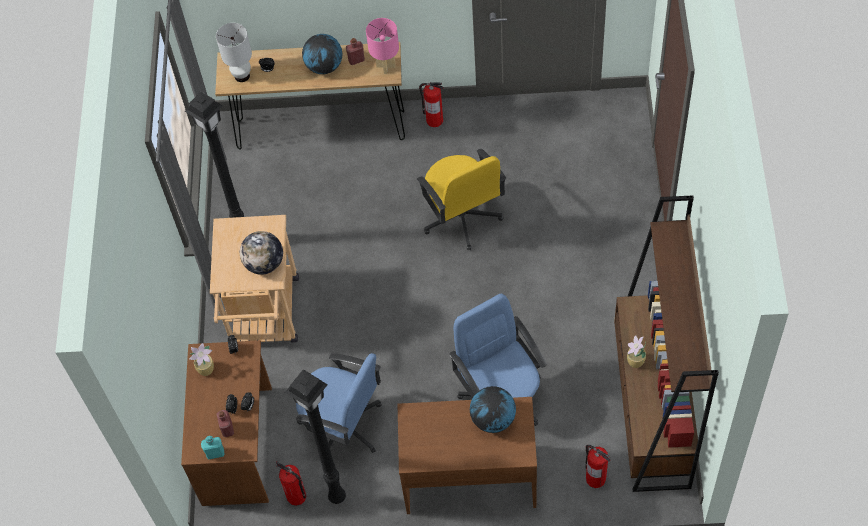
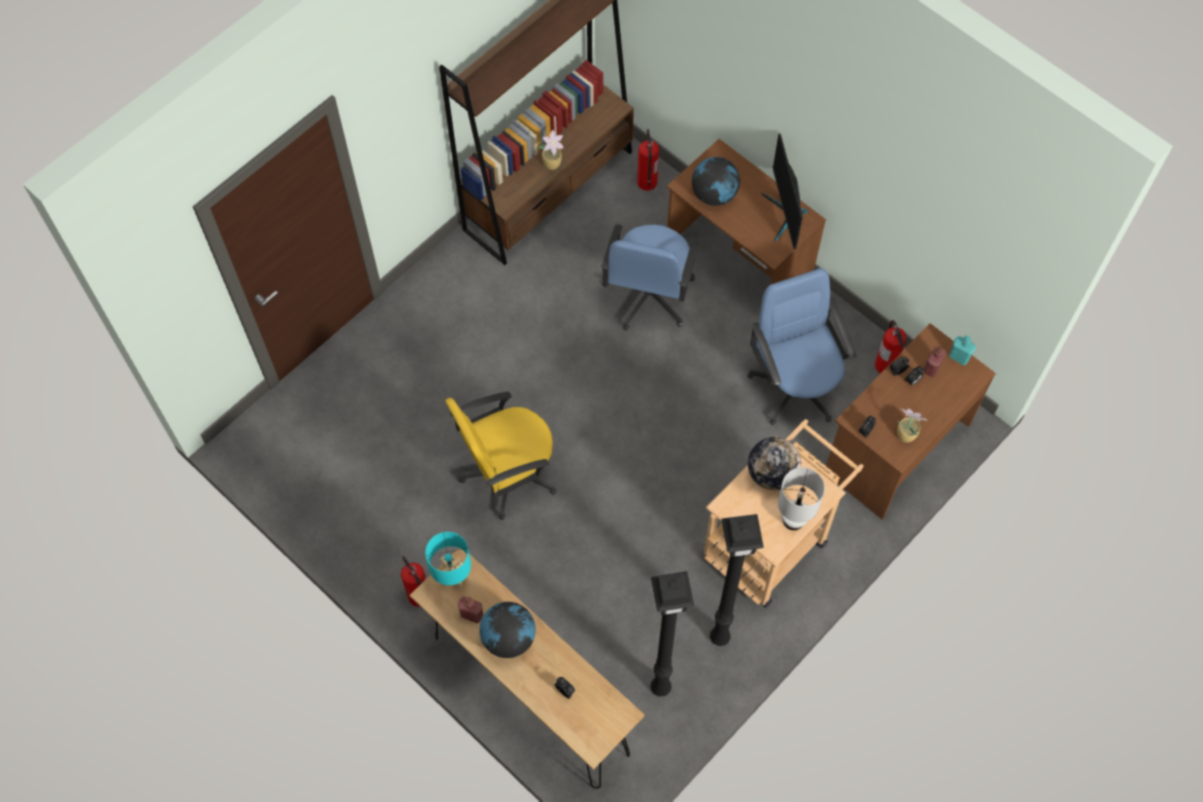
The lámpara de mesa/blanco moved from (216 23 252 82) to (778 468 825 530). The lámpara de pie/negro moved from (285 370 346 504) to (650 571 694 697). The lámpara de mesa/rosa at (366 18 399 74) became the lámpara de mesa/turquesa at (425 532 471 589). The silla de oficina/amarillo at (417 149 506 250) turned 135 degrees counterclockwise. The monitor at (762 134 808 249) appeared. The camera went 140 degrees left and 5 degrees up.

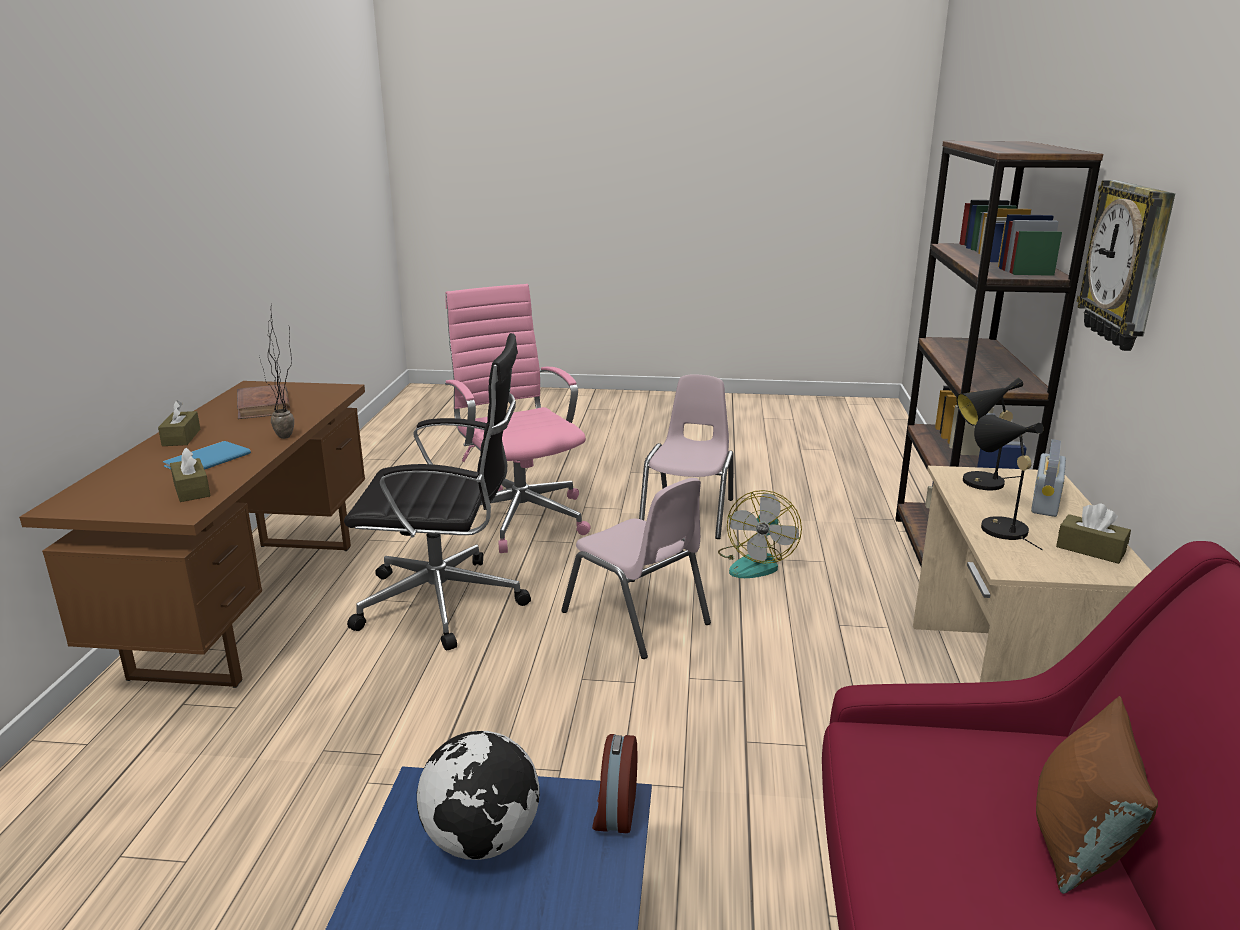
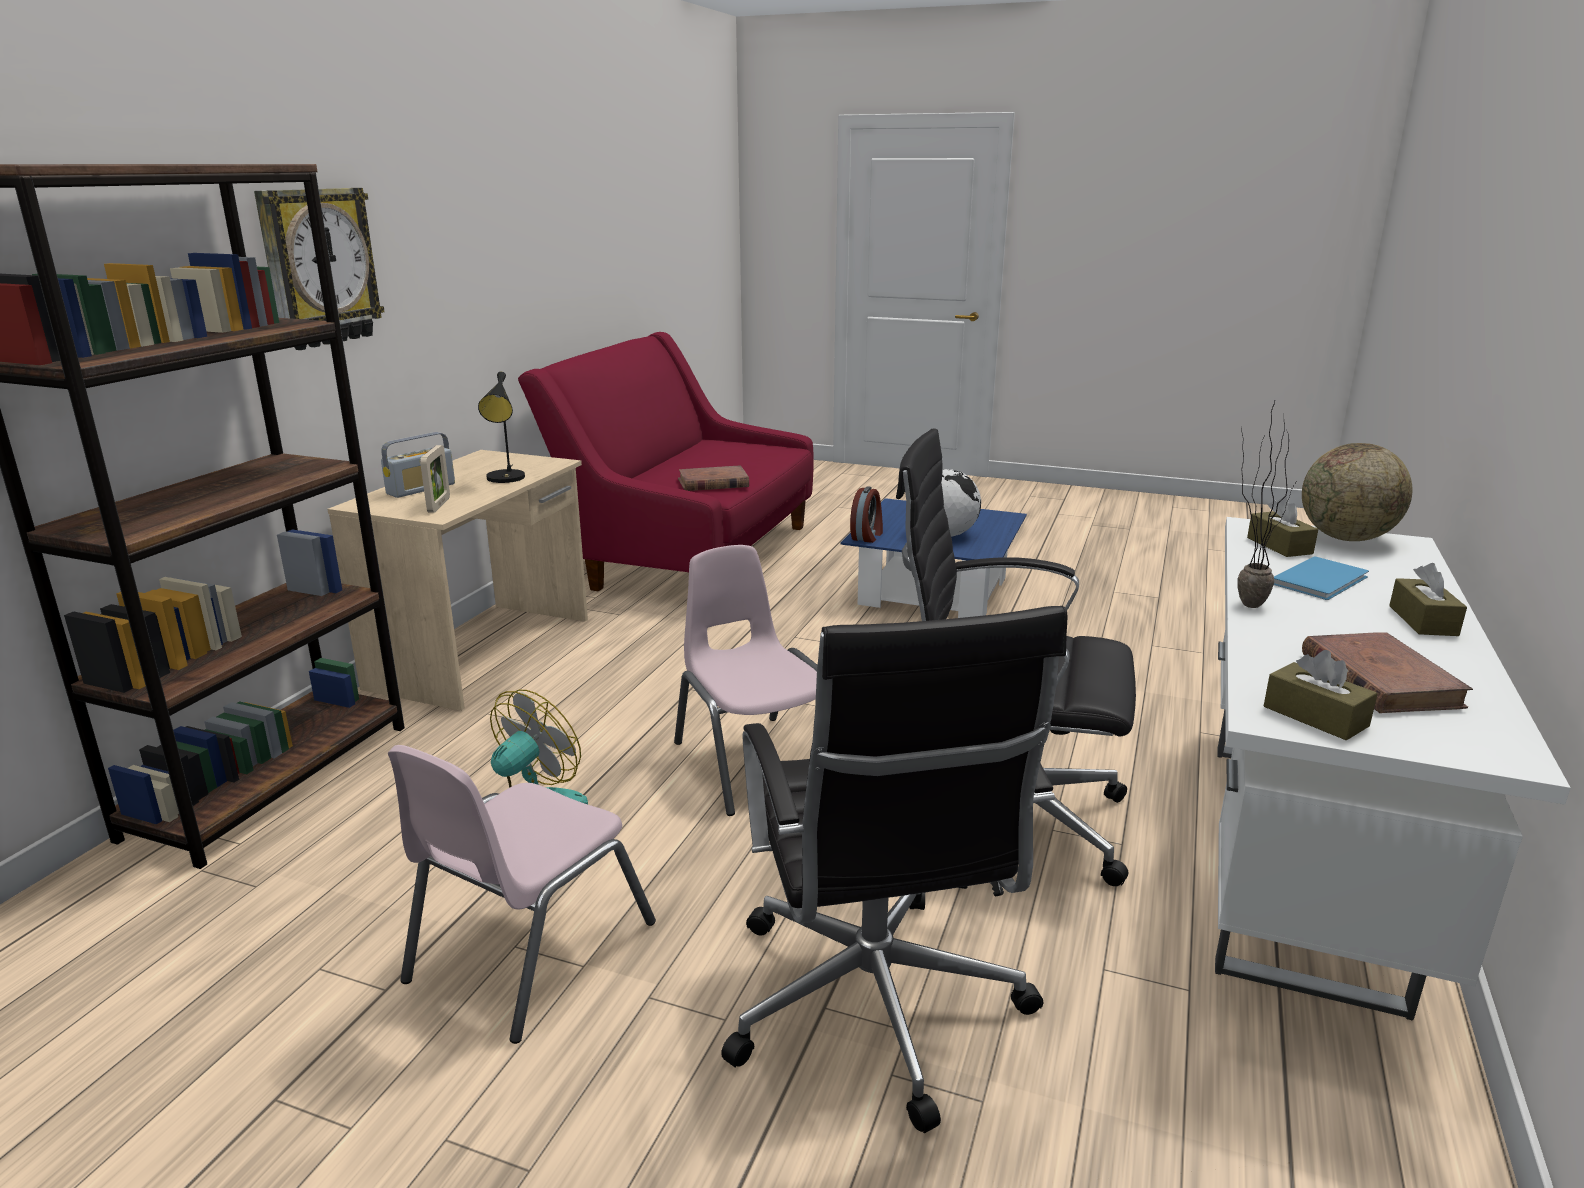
The escritorio/marrón at (19 381 365 688) became the escritorio/blanco at (1215 517 1571 1021). The silla de oficina/rosa at (445 284 591 553) became the silla de oficina/negro at (721 606 1068 1133). The lámpara de mesa/negro at (956 378 1023 491) was replaced by the portarretratos at (420 445 450 513). The cojín/marrón at (1036 696 1158 894) disappeared. The caja de pañuelos/marrón moved from (1056 503 1131 564) to (1264 650 1378 740). The libro/marrón at (678 465 749 491) appeared. The globo terráqueo at (1302 443 1412 541) appeared. The camera went 165 degrees left and 0 degrees up.

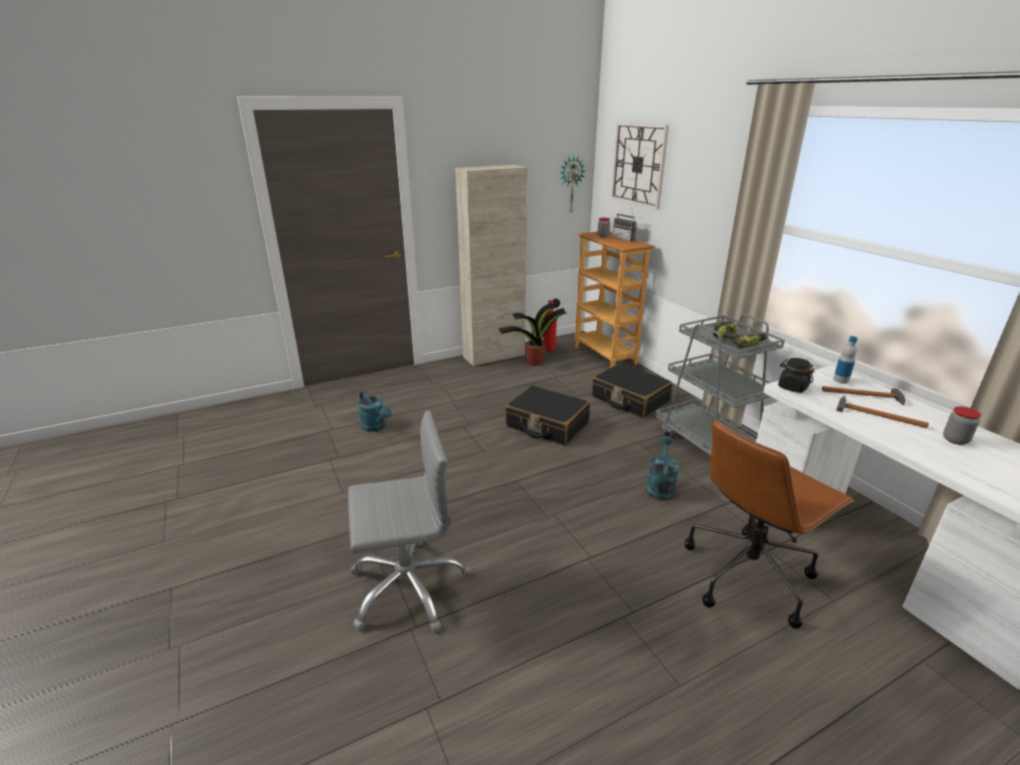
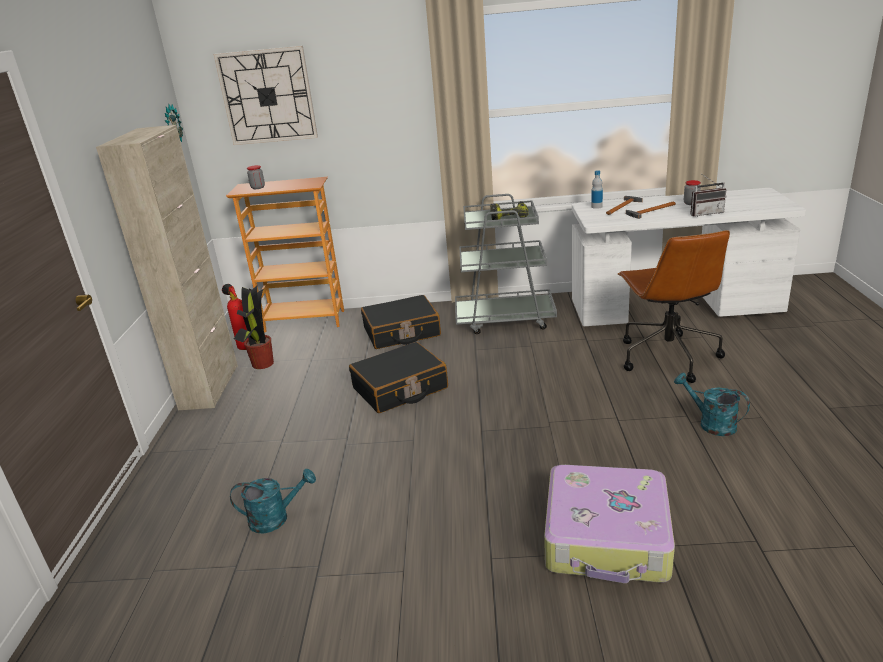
The silla de oficina/gris at (348 410 471 633) was replaced by the maleta at (544 465 675 583). The radio moved from (613 207 637 241) to (690 175 727 217). The regadera/turquesa moved from (645 437 679 500) to (674 373 750 436). The tarro/negro at (778 358 815 393) disappeared. The camera went 60 degrees left and 0 degrees up.

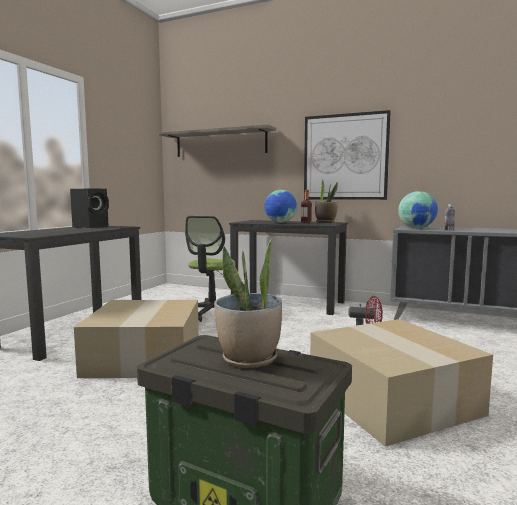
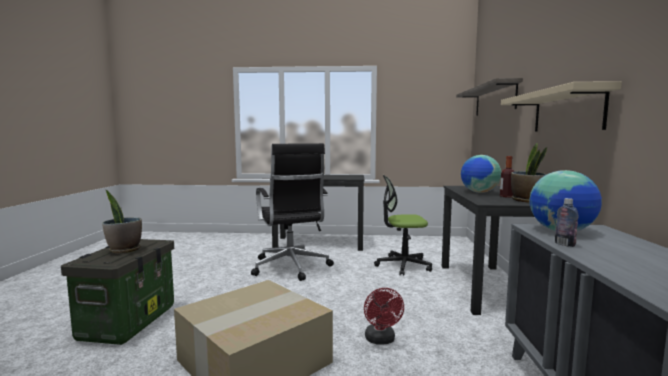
The altavoz/negro at (70 188 109 228) disappeared. The caja de cartón at (74 300 199 378) was replaced by the silla de oficina/negro at (251 143 334 281). The cuadro at (304 110 391 200) was replaced by the estante/beis at (501 81 622 132). The camera went 70 degrees right and 0 degrees up.

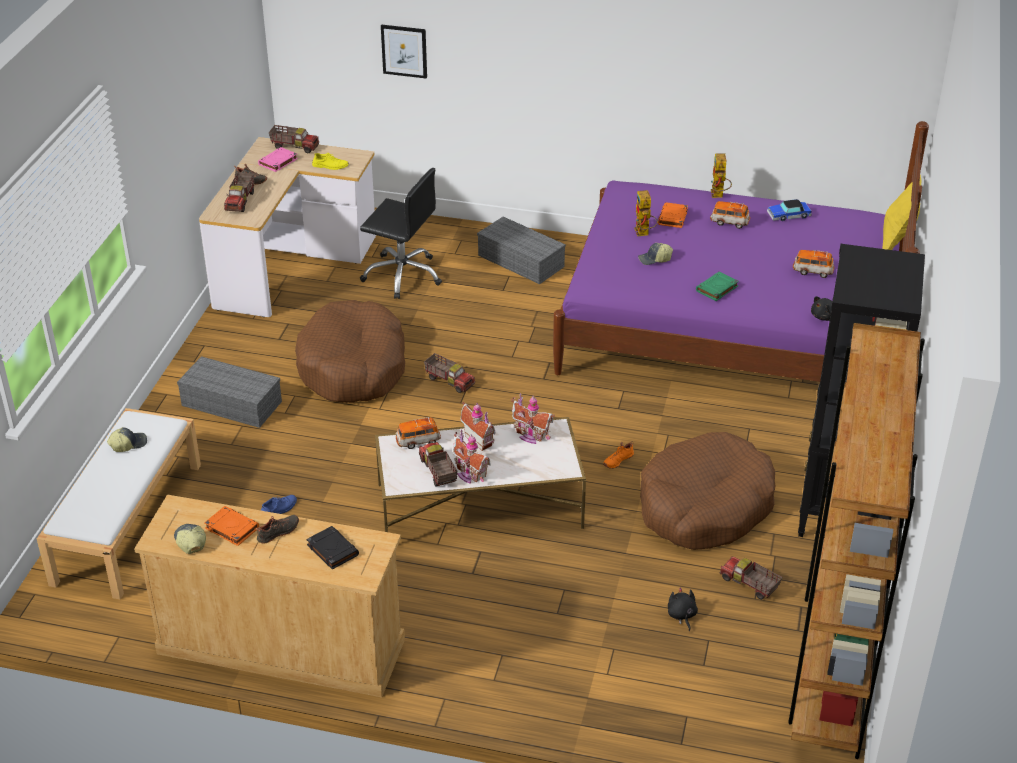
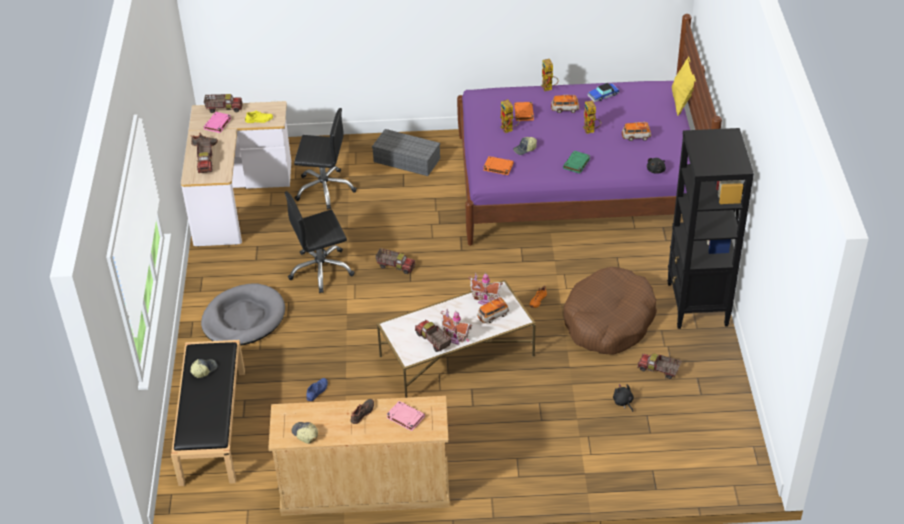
The banco/blanco at (37 408 201 600) became the banco/negro at (171 340 245 486). The caja de almacenaje/gris at (177 356 282 428) was replaced by the cama para perro/gris at (201 283 285 346). The libro/naranja moved from (204 506 259 546) to (483 156 513 175). The cama para perro/marrón at (295 300 405 403) was replaced by the silla de oficina/negro at (285 191 355 293). The libro/negro at (306 526 359 570) became the libro/rosa at (386 401 425 431). The cuadro at (381 25 427 79) disappeared. The coche de juguete moved from (396 417 441 449) to (477 297 509 323). The casita at (461 402 495 451) disappeared. The estantería/marrón at (788 323 925 759) disappeared. The robot de juguete at (583 100 601 134) appeared. The camera went 15 degrees left and 5 degrees up.

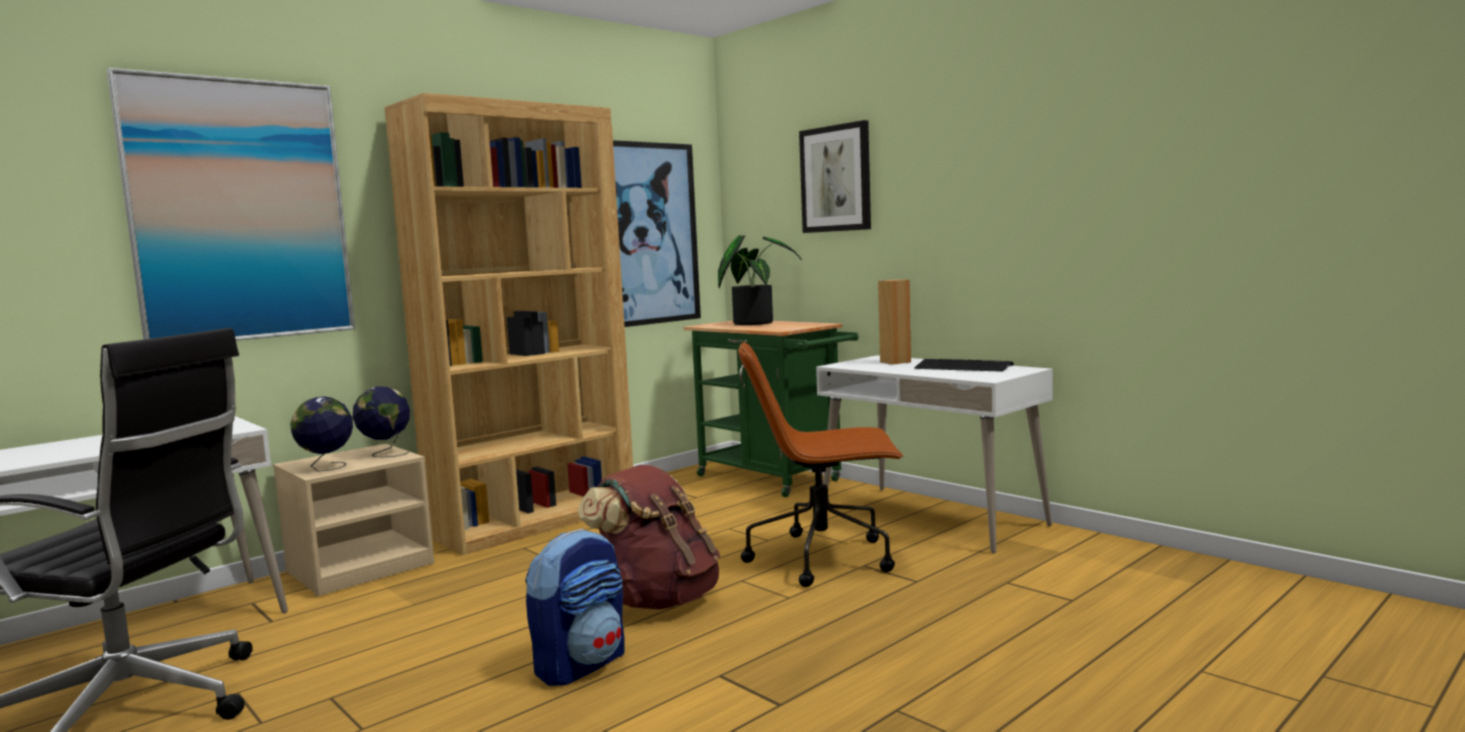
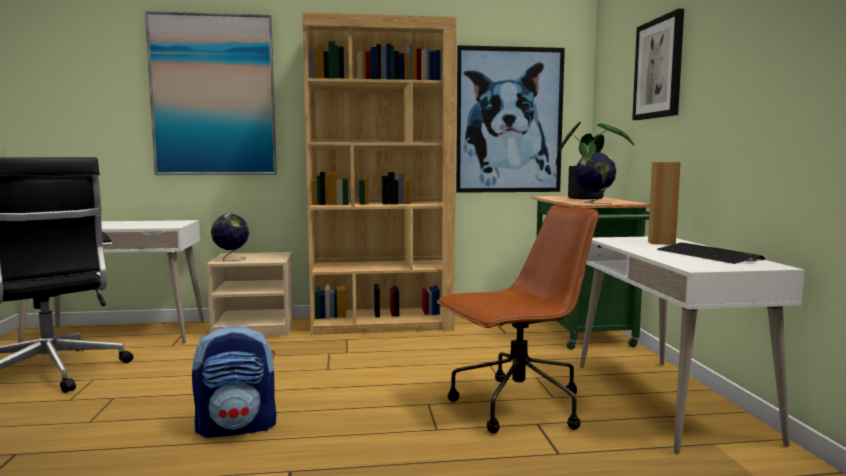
The globo terráqueo moved from (353 386 410 457) to (575 152 616 204). The mochila/marrón at (578 465 720 610) disappeared. The silla de oficina/marrón at (738 342 904 587) turned 120 degrees clockwise. The camera went 35 degrees right and 0 degrees up.

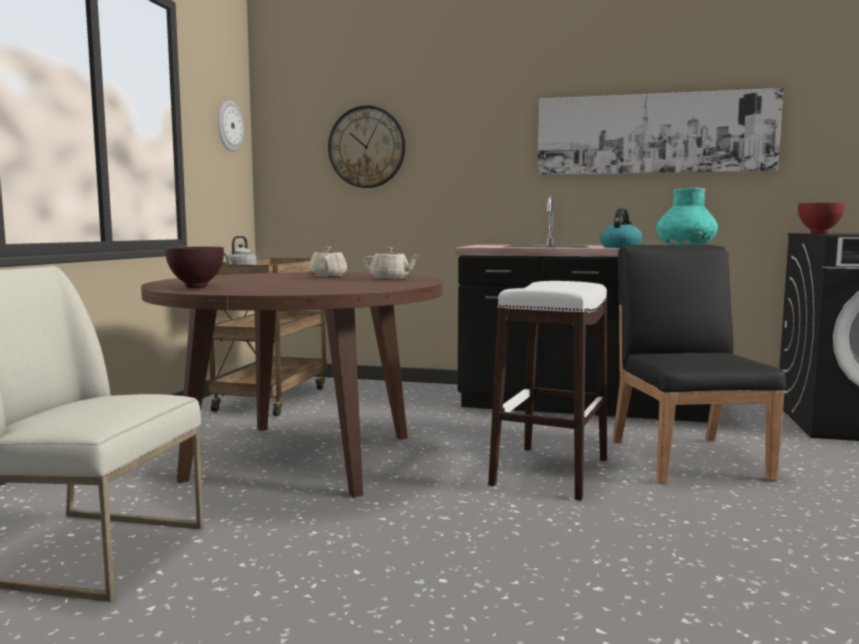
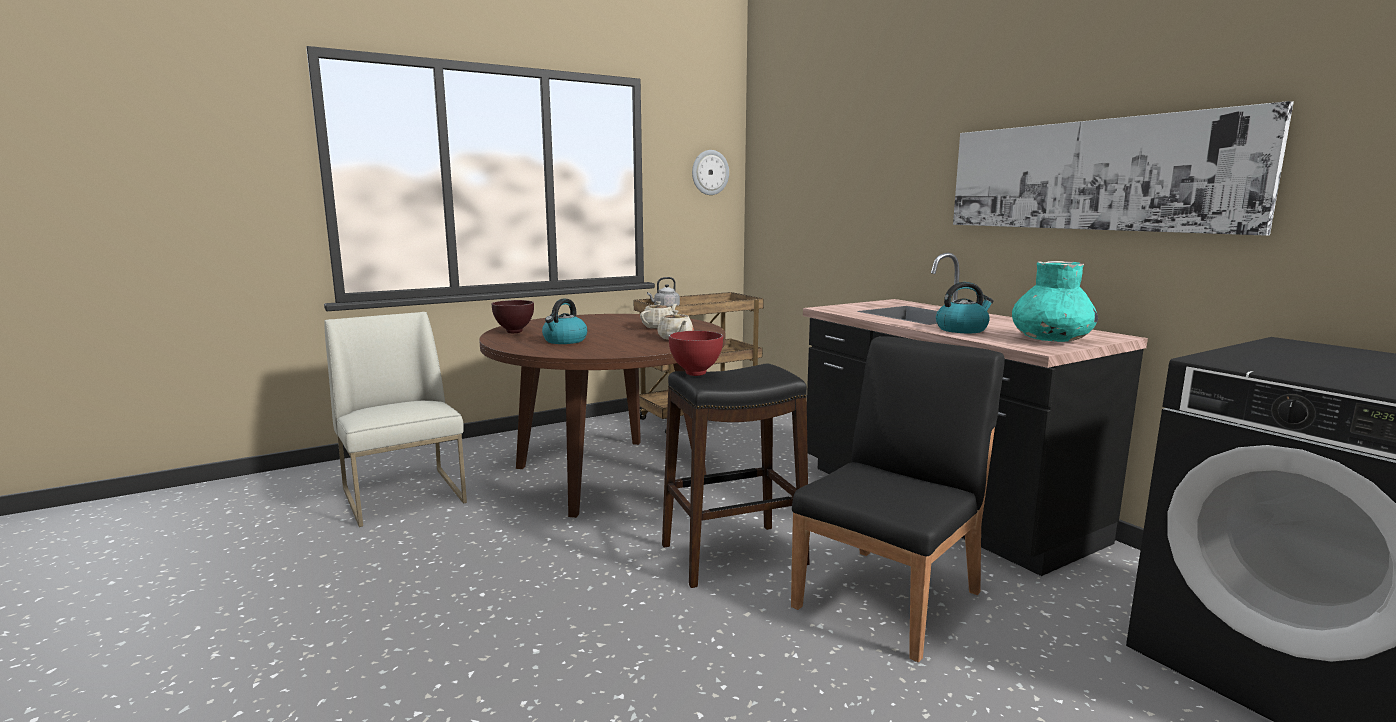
The reloj de pared at (328 105 406 188) disappeared. The taburete/blanco at (488 281 607 501) became the taburete/negro at (662 364 809 588). The cuenco/rojo moved from (798 202 845 233) to (669 331 723 376). The hervidor at (542 299 587 344) appeared. The camera went 45 degrees right and 5 degrees up.

